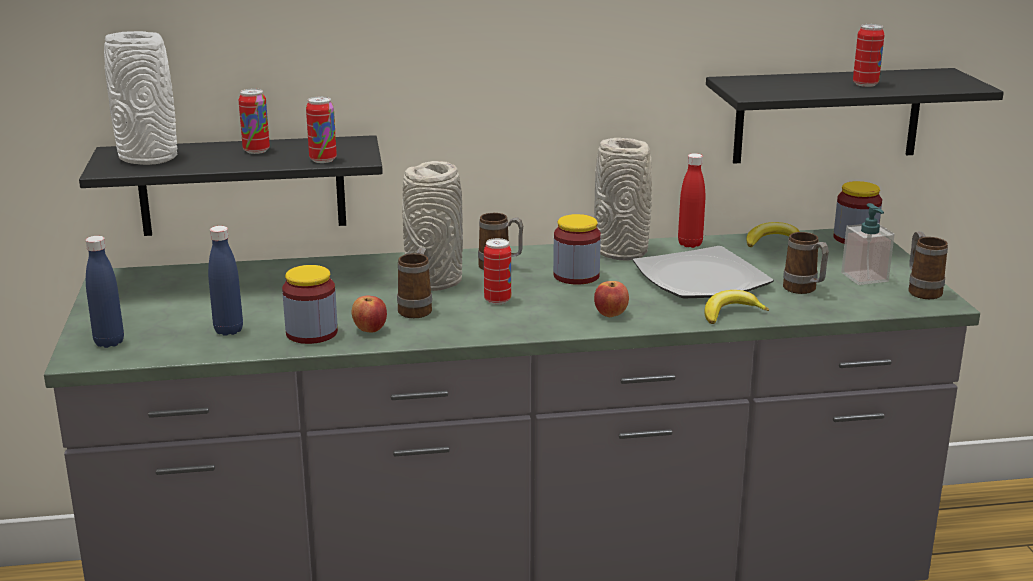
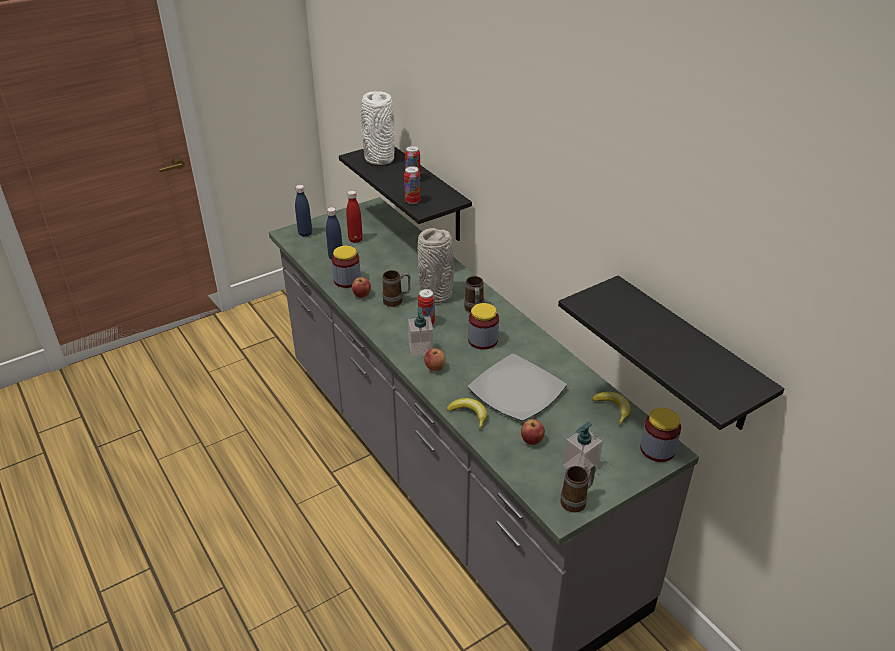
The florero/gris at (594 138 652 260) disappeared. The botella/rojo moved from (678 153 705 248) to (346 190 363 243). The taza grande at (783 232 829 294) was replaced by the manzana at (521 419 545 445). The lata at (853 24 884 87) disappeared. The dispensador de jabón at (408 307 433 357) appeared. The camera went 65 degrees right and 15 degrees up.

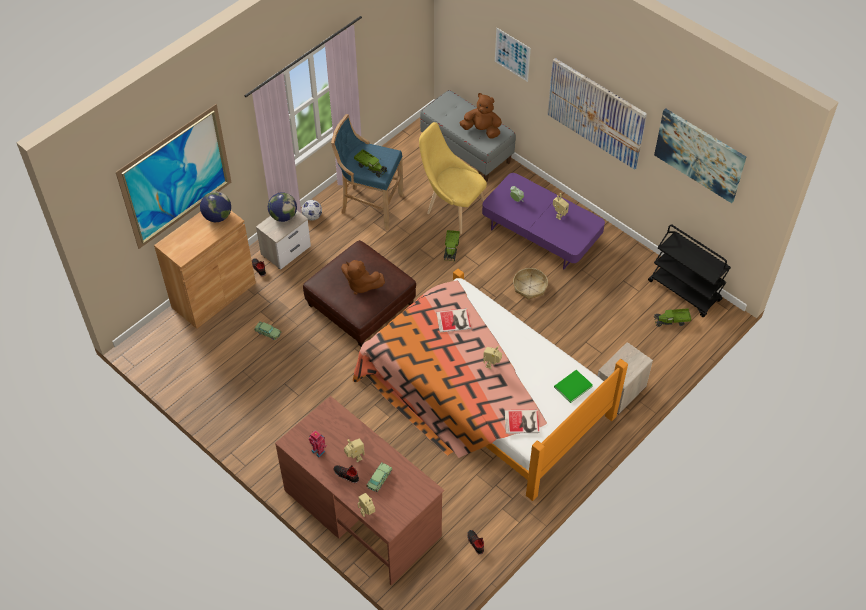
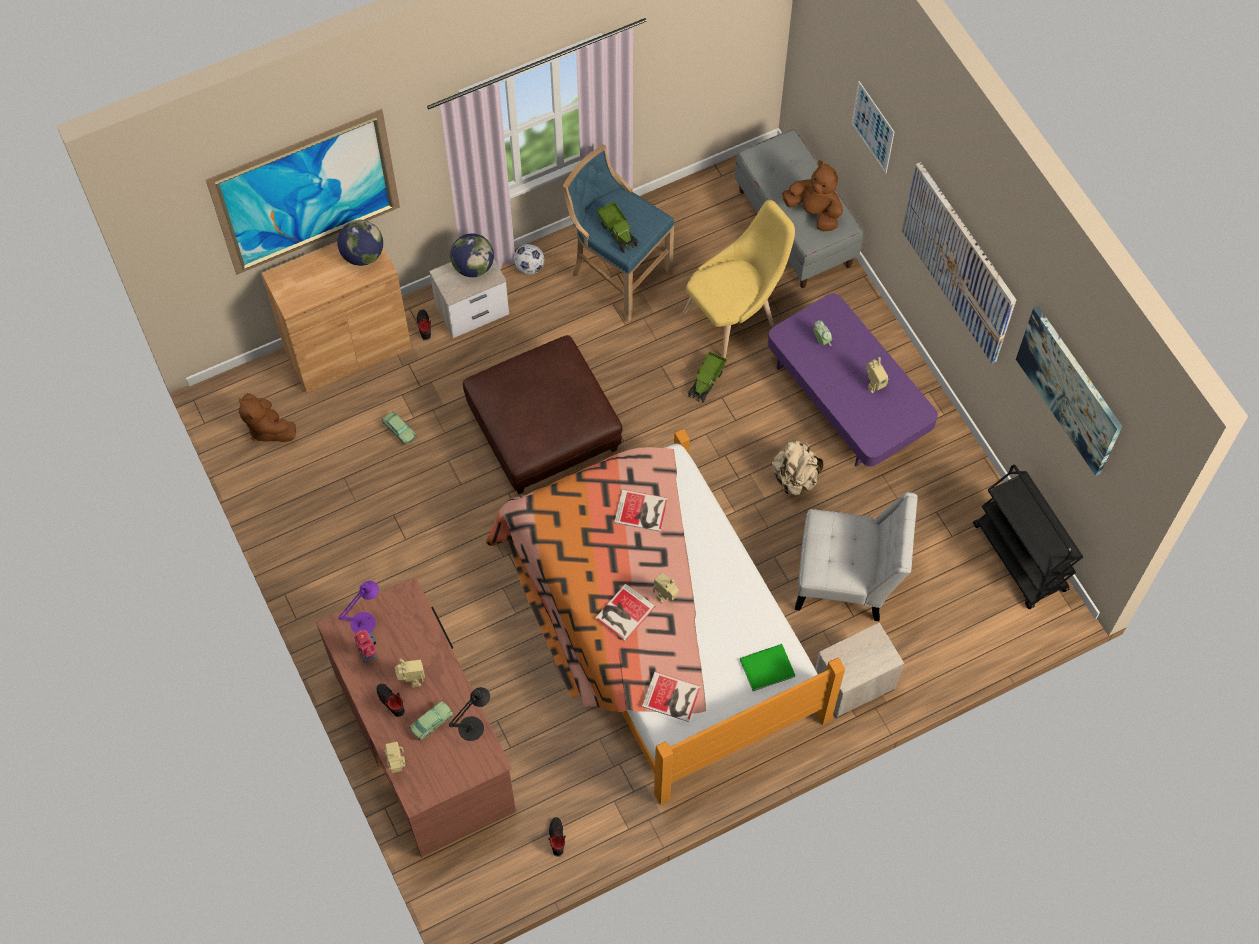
The peluche/marrón moved from (341 260 385 295) to (238 393 296 442). The silla/amarillo at (419 122 487 234) turned 90 degrees clockwise. The cesta at (513 268 548 300) was replaced by the mochila/beis at (772 440 823 495). The camión de juguete at (654 308 692 327) disappeared. The lámpara de mesa/morado at (339 581 379 633) appeared. The lámpara de mesa/negro at (449 687 490 741) appeared. The libro at (595 584 656 641) appeared. The silla/blanco at (795 492 918 621) appeared. The camera went 20 degrees right and 10 degrees up.

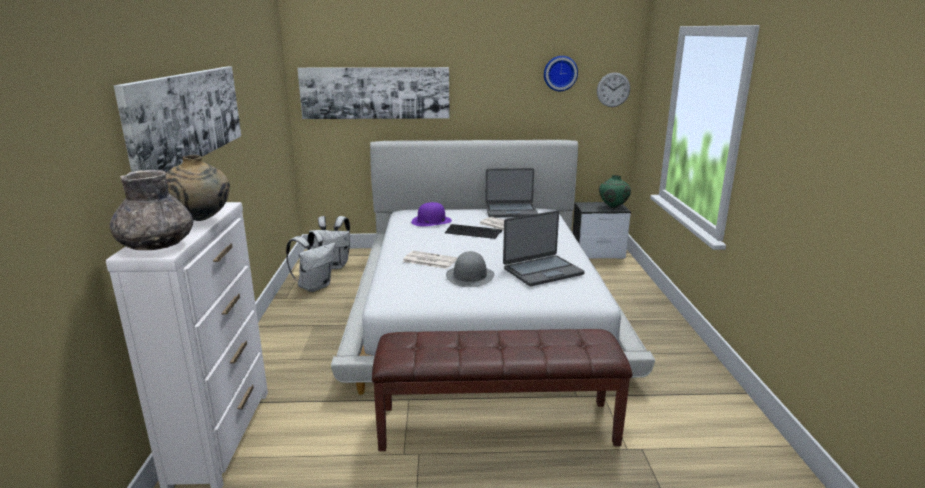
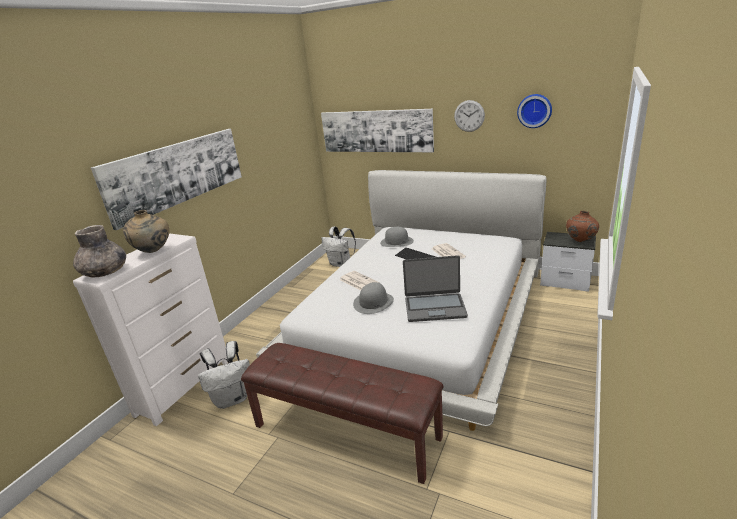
The mochila/blanco moved from (286 231 336 292) to (198 341 250 409). The sombrero/morado at (411 202 452 226) became the sombrero/gris at (380 227 414 247). The portátil at (485 168 539 217) disappeared. The reloj de pared moved from (597 72 630 107) to (454 100 485 132). The florero/verde at (599 175 631 208) became the florero/marrón at (566 211 599 243). The camera went 30 degrees right and 5 degrees up.

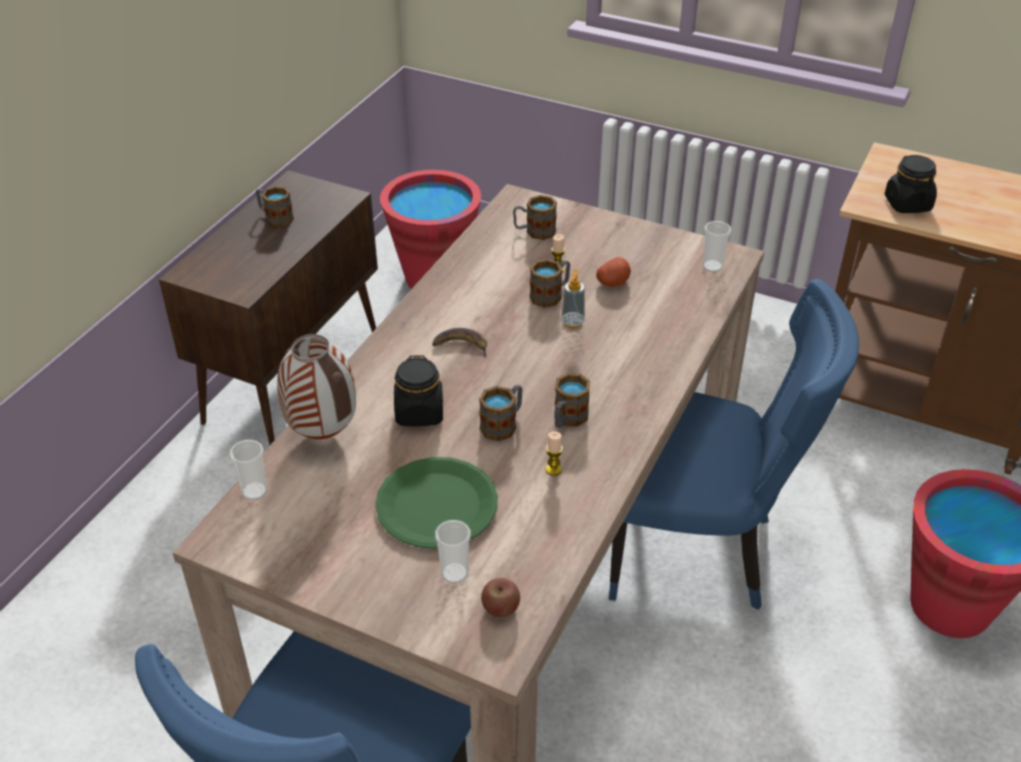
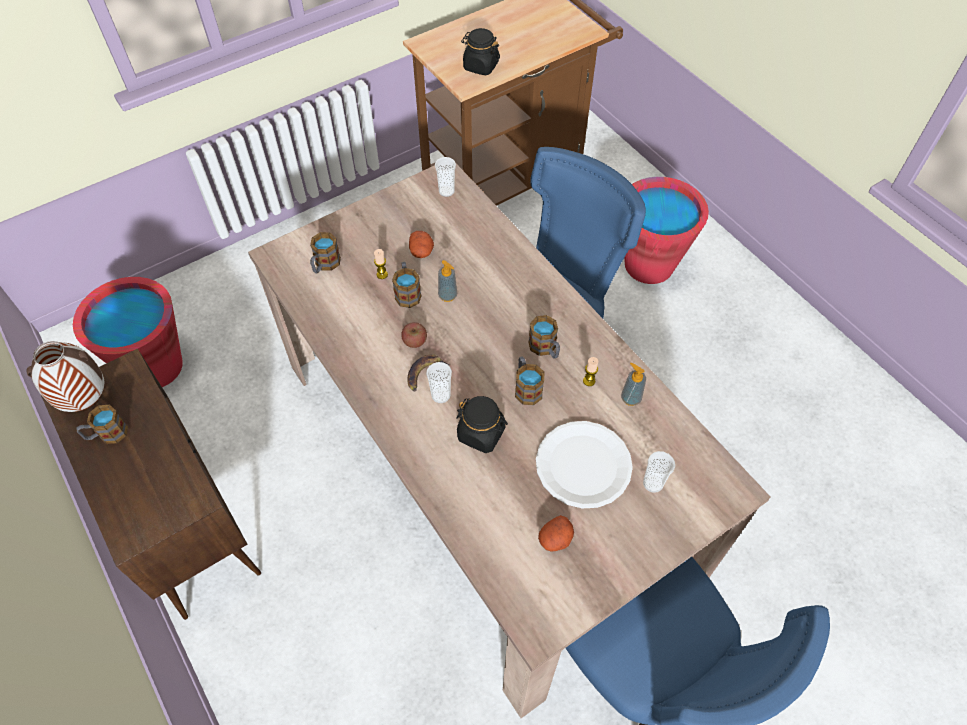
The taza moved from (229 440 267 500) to (426 362 452 403). The florero moved from (277 334 356 439) to (27 341 104 412). The plato/verde at (375 457 498 549) became the plato/blanco at (536 421 633 508). The manzana moved from (481 578 520 617) to (401 322 427 348). The patata at (538 515 574 552) appeared. The dispensador de jabón at (621 363 646 406) appeared. The camera went 60 degrees left and 15 degrees up.

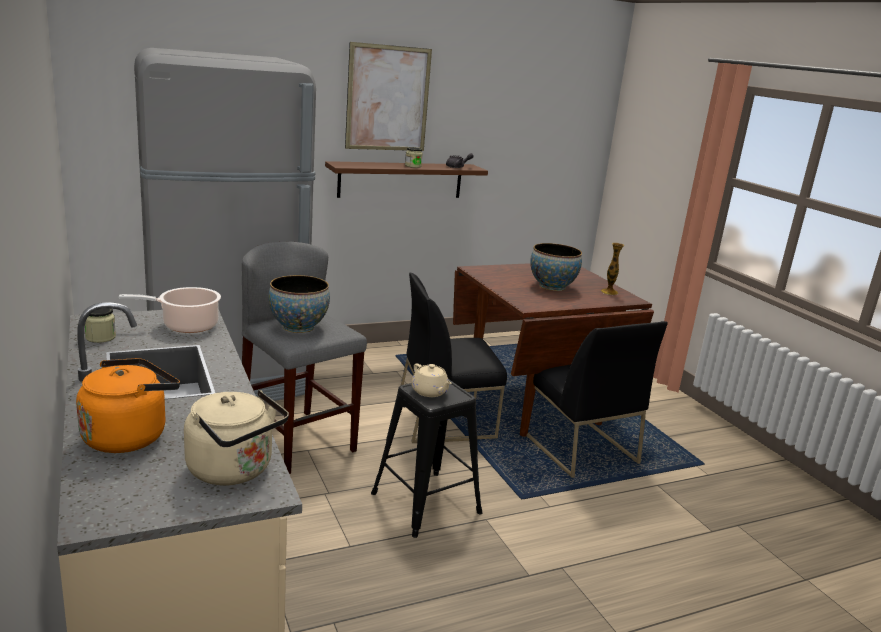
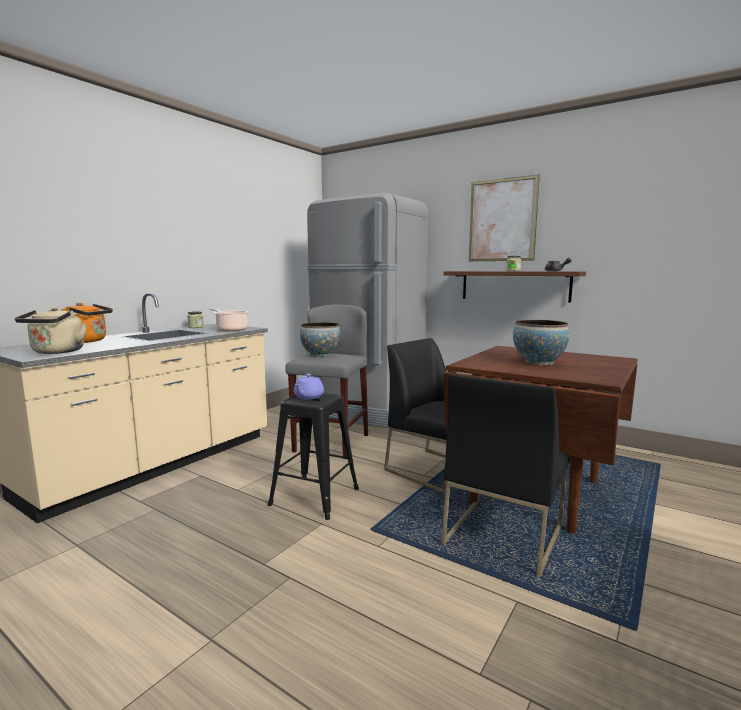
The tetera/beis at (411 364 452 397) became the tetera/morado at (294 374 324 399). The florero at (601 243 624 295) disappeared. The camera went 60 degrees right and 10 degrees down.

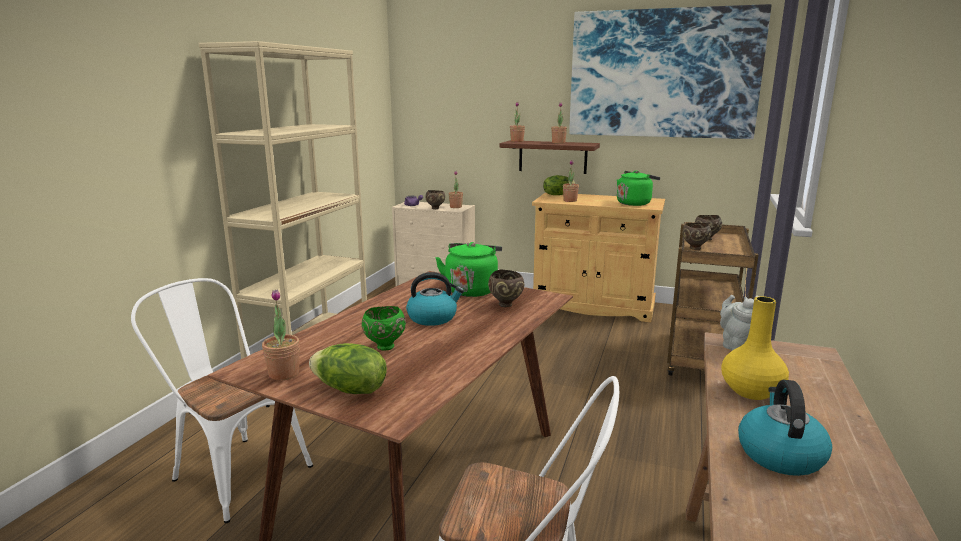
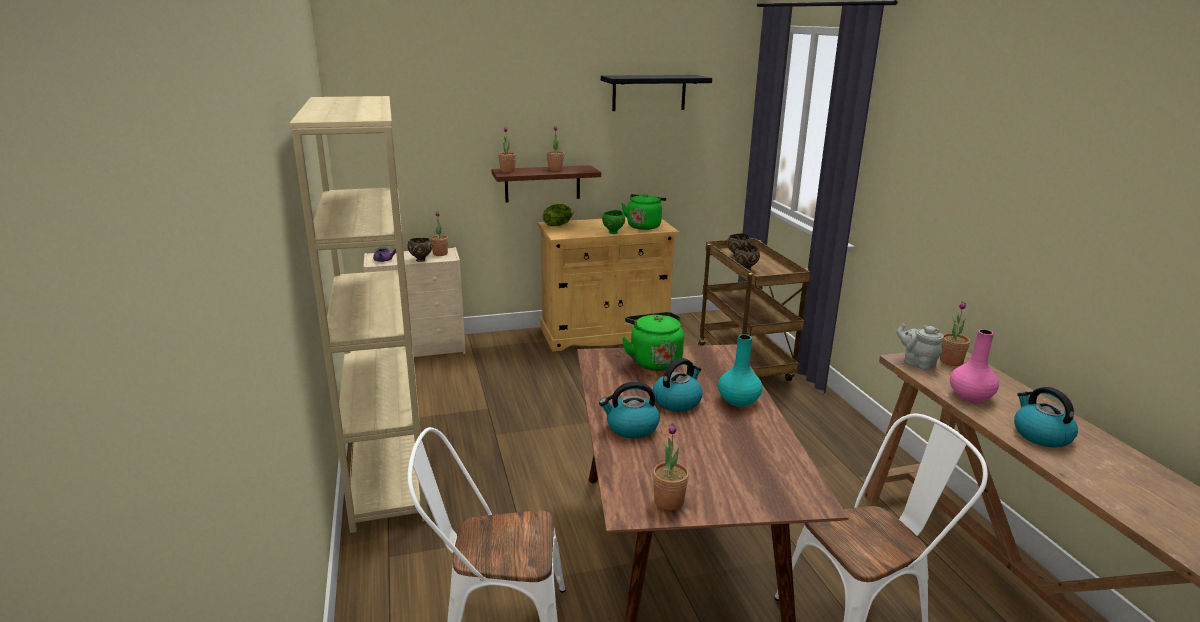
The lechuga at (309 343 387 394) disappeared. The cuenco/verde moved from (362 306 406 350) to (602 210 625 234). The cuenco/marrón at (488 270 524 307) disappeared. The planta en maceta moved from (563 160 579 202) to (940 301 970 366). The cuadro at (569 4 771 139) was replaced by the estante/negro at (601 75 712 111). The florero/amarillo at (721 296 789 400) became the florero/rosa at (950 329 999 402). The hervidor at (599 382 660 439) appeared. The florero/turquesa at (718 334 762 407) appeared. The camera went 35 degrees left and 5 degrees up.

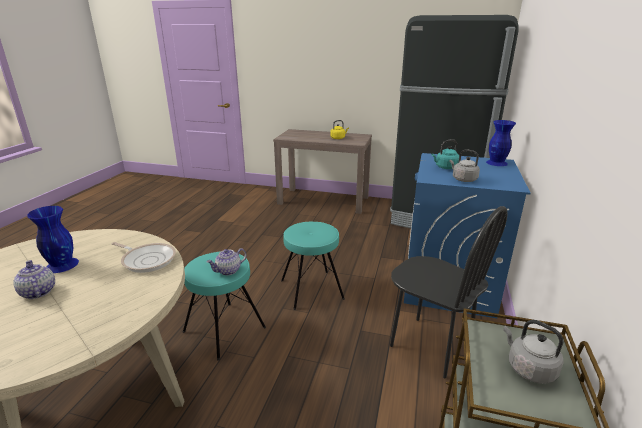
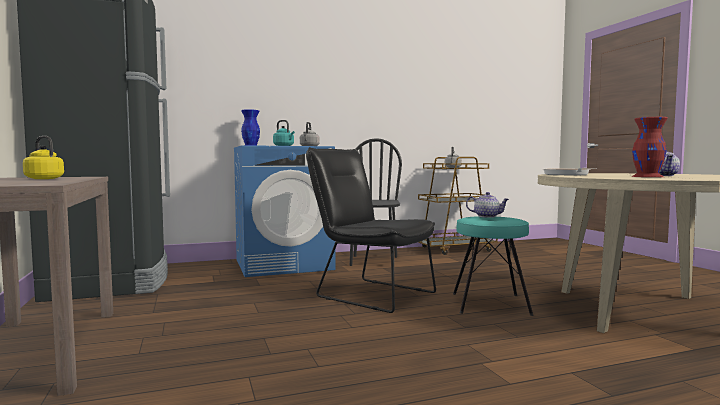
The florero/azul at (27 206 79 273) became the florero/rojo at (631 117 668 177). The taburete/turquesa at (281 222 345 310) was replaced by the silla/negro at (306 147 436 313). The camera went 125 degrees left and 20 degrees down.

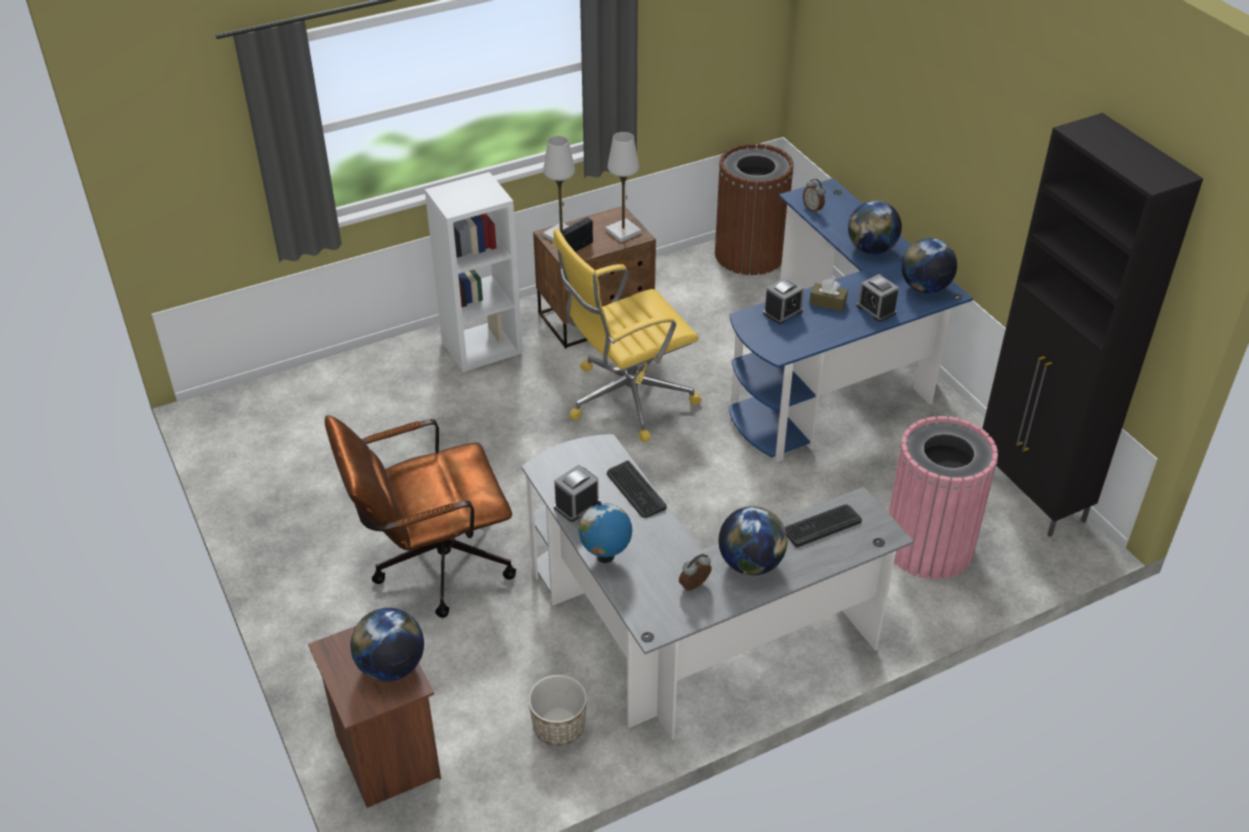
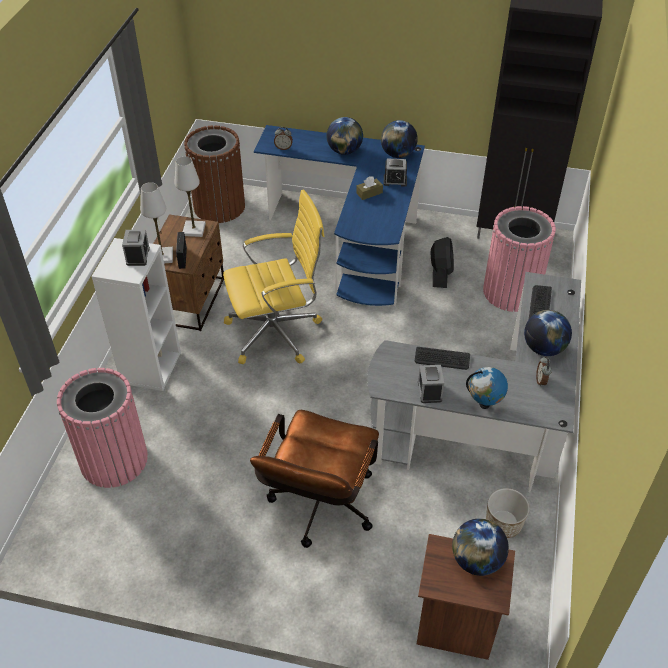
The silla de oficina/amarillo at (553 229 702 442) turned 120 degrees counterclockwise. The despertador moved from (763 277 804 324) to (122 230 150 266). The papelera/rosa at (57 368 148 488) appeared. The ventilador/negro at (431 237 454 288) appeared. The camera went 50 degrees left and 5 degrees up.

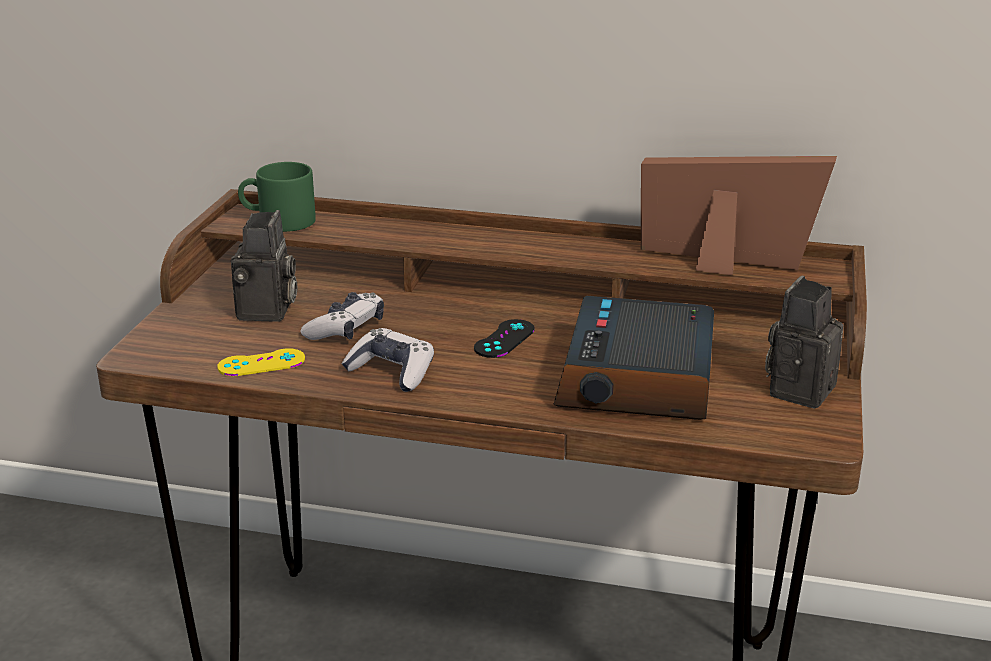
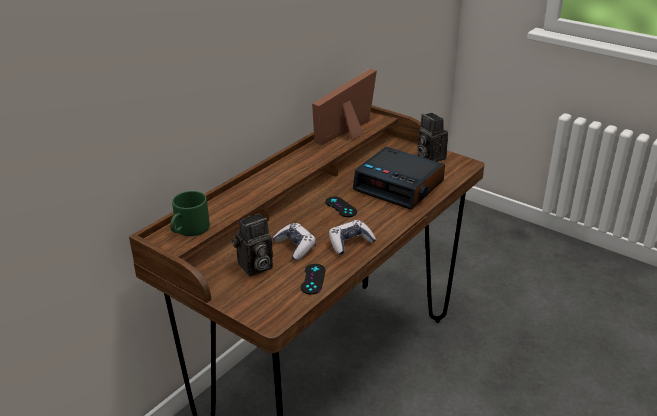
The mando de consola/amarillo at (217 348 305 376) became the mando de consola/negro at (301 264 326 295). The cámara at (231 210 297 322) turned 120 degrees clockwise. The camera went 65 degrees left and 5 degrees up.

